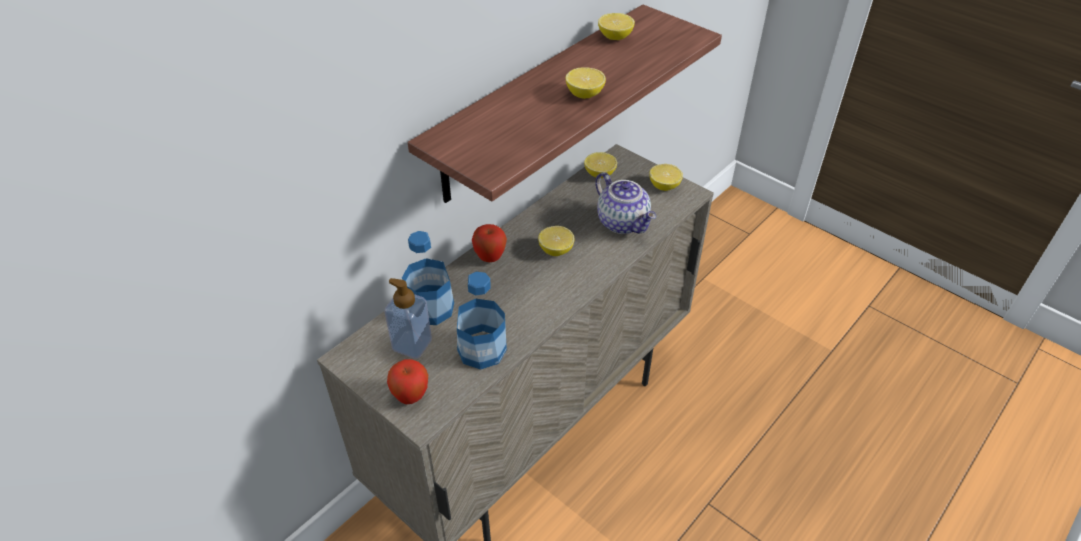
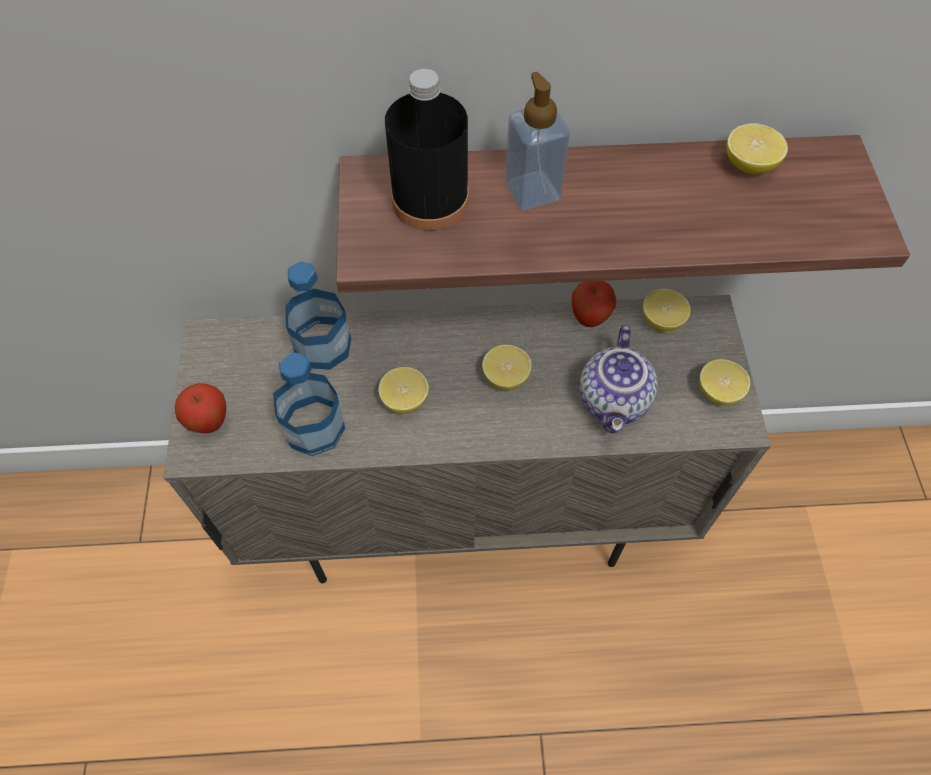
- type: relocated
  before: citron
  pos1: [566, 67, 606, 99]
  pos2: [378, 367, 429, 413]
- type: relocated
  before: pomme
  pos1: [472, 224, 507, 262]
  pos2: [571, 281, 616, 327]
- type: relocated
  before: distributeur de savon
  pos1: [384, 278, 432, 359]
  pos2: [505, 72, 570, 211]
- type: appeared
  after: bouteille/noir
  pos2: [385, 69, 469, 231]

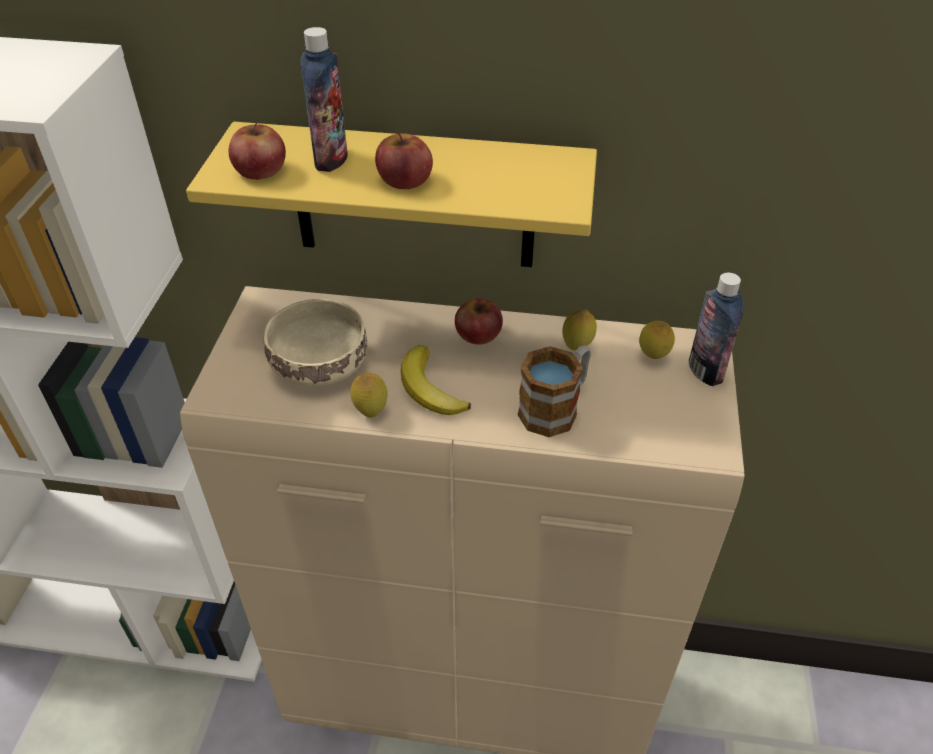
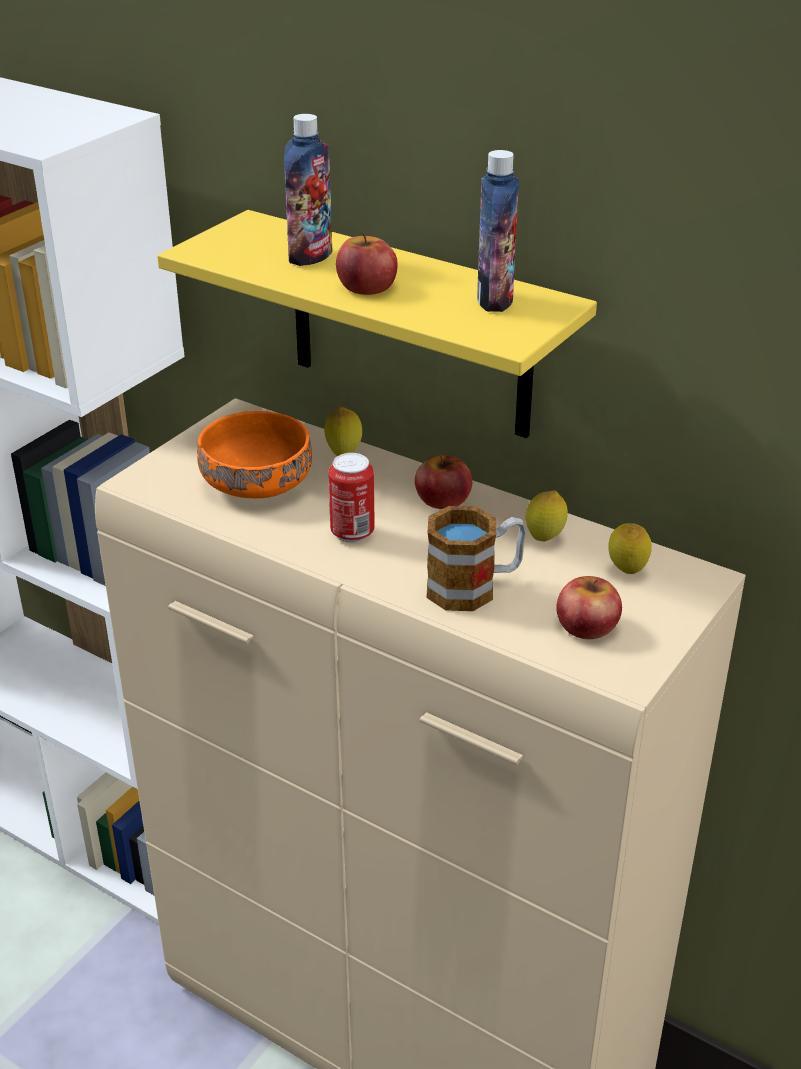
- type: relocated
  before: pomme
  pos1: [228, 123, 286, 180]
  pos2: [556, 576, 622, 639]
- type: relocated
  before: bouteille
  pos1: [689, 273, 744, 386]
  pos2: [477, 150, 519, 312]
- type: colour
  before: bol/beige
  after: bol/orange
  pos1: [264, 299, 367, 386]
  pos2: [197, 411, 312, 498]
- type: exchanged
  before: banane
  after: boîte métallique
  pos1: [400, 345, 471, 415]
  pos2: [328, 453, 375, 543]
- type: relocated
  before: citron
  pos1: [350, 373, 388, 418]
  pos2: [324, 406, 362, 456]

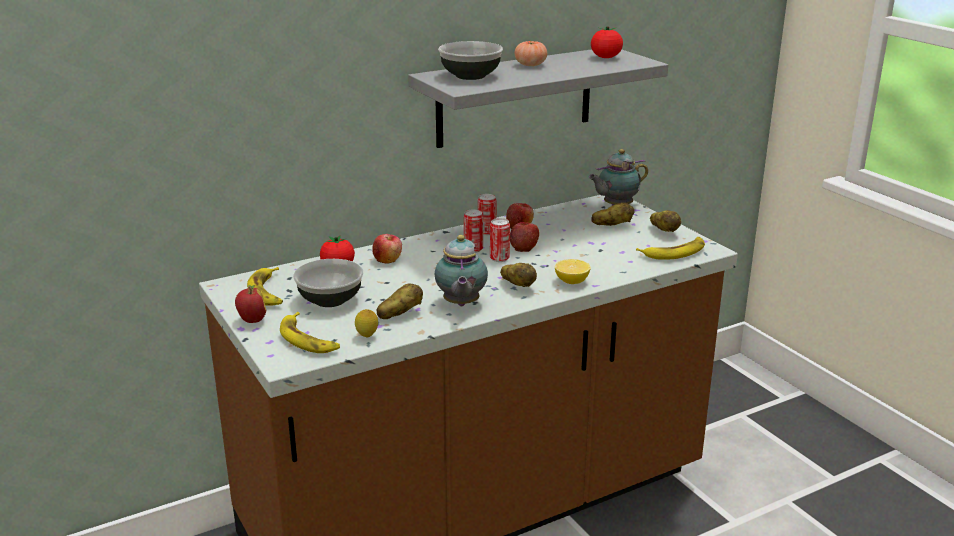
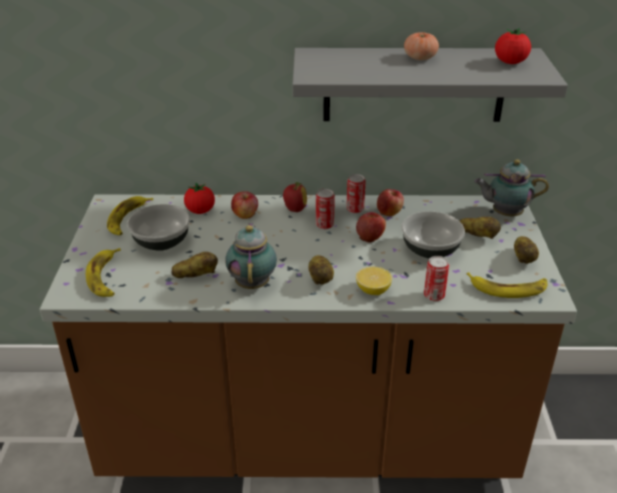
- type: relocated
  before: bol
  pos1: [438, 41, 503, 80]
  pos2: [402, 211, 465, 259]
- type: relocated
  before: boîte métallique
  pos1: [490, 218, 510, 262]
  pos2: [424, 256, 449, 301]
- type: spun
  before: théière
  pos1: [434, 235, 488, 306]
  pos2: [225, 223, 277, 289]
  turn: 150
- type: relocated
  before: pomme
  pos1: [235, 285, 266, 323]
  pos2: [283, 182, 307, 212]
- type: missing
  before: citron
  pos1: [355, 309, 378, 337]

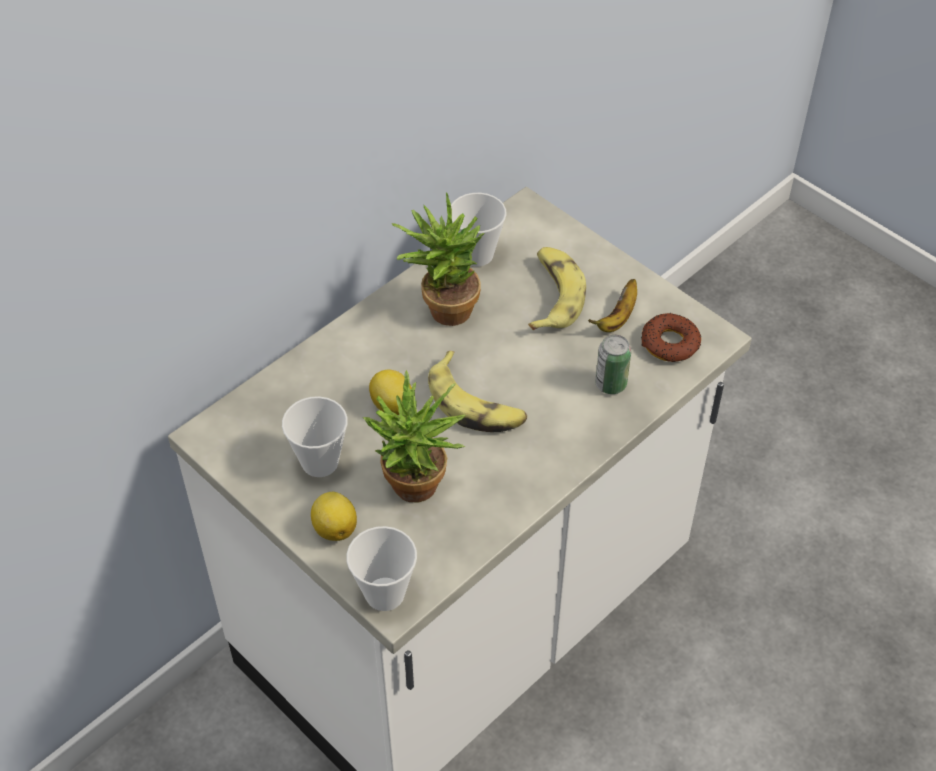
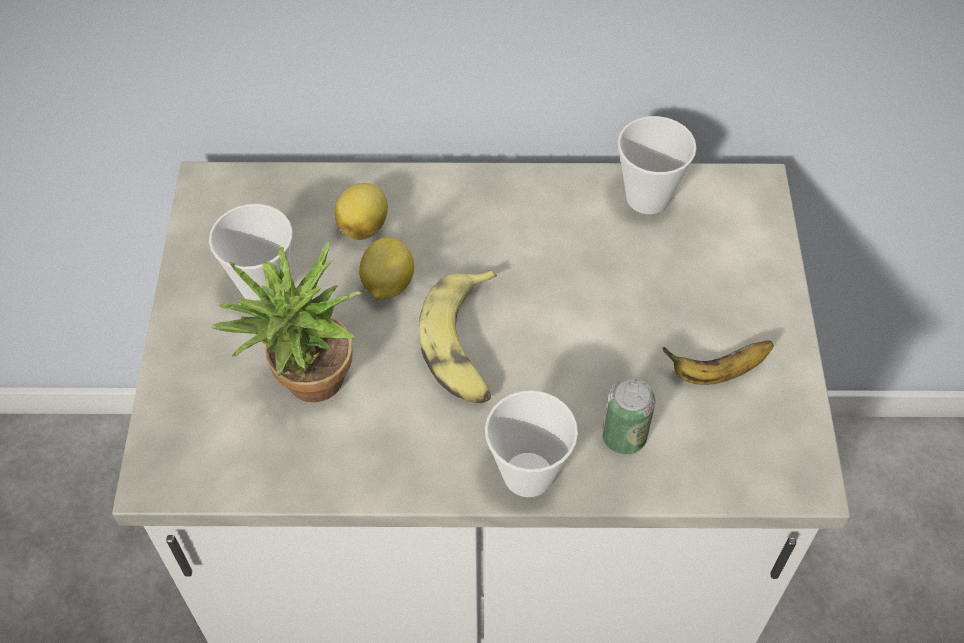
- type: missing
  before: plante en pot
  pos1: [392, 192, 485, 326]
- type: missing
  before: banane
  pos1: [528, 247, 586, 330]
- type: missing
  before: beignet
  pos1: [641, 313, 701, 362]
- type: relocated
  before: citron
  pos1: [311, 492, 357, 541]
  pos2: [334, 183, 388, 240]
- type: relocated
  before: tasse
  pos1: [346, 526, 417, 611]
  pos2: [485, 390, 578, 497]

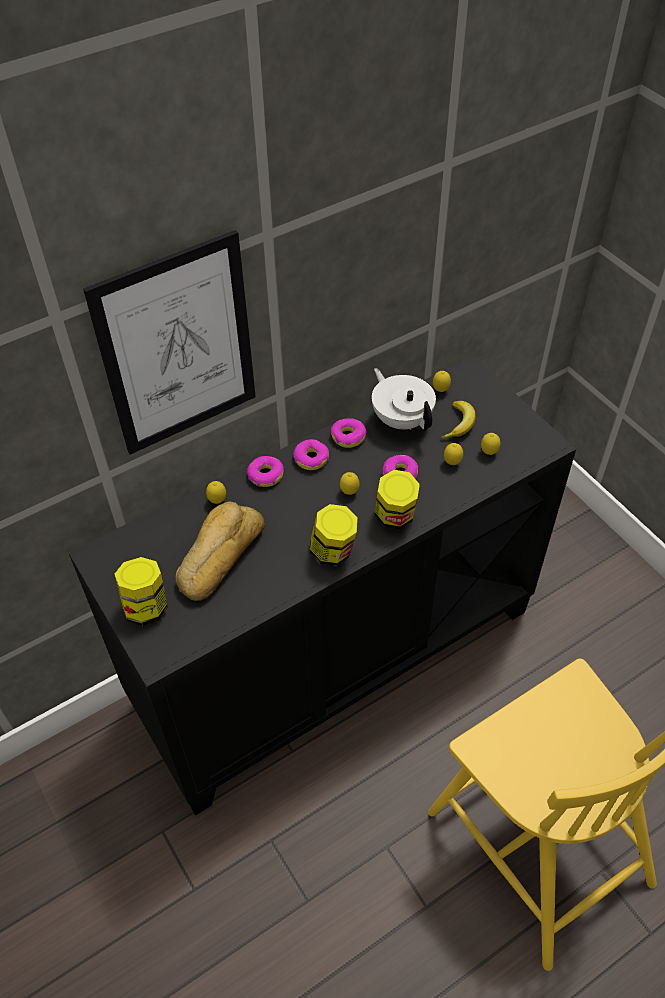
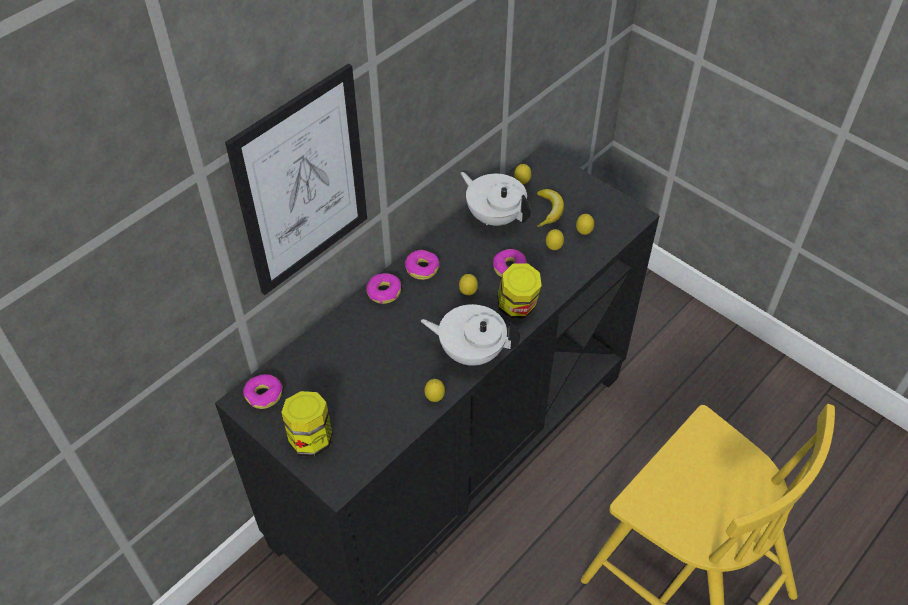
- type: relocated
  before: beignet
  pos1: [331, 418, 367, 448]
  pos2: [243, 374, 283, 409]
- type: relocated
  before: citron
  pos1: [206, 481, 226, 504]
  pos2: [424, 379, 445, 402]
- type: missing
  before: pain
  pos1: [176, 502, 265, 601]
- type: exchanged
  before: bocal
  after: théière/blanc
  pos1: [309, 504, 358, 566]
  pos2: [421, 304, 520, 366]

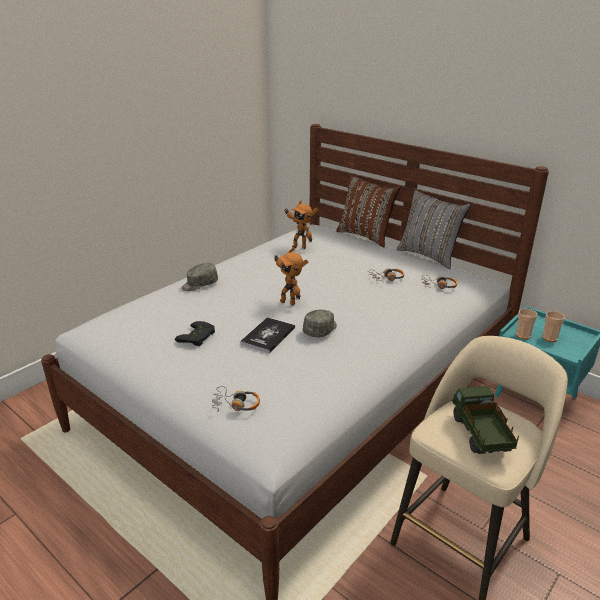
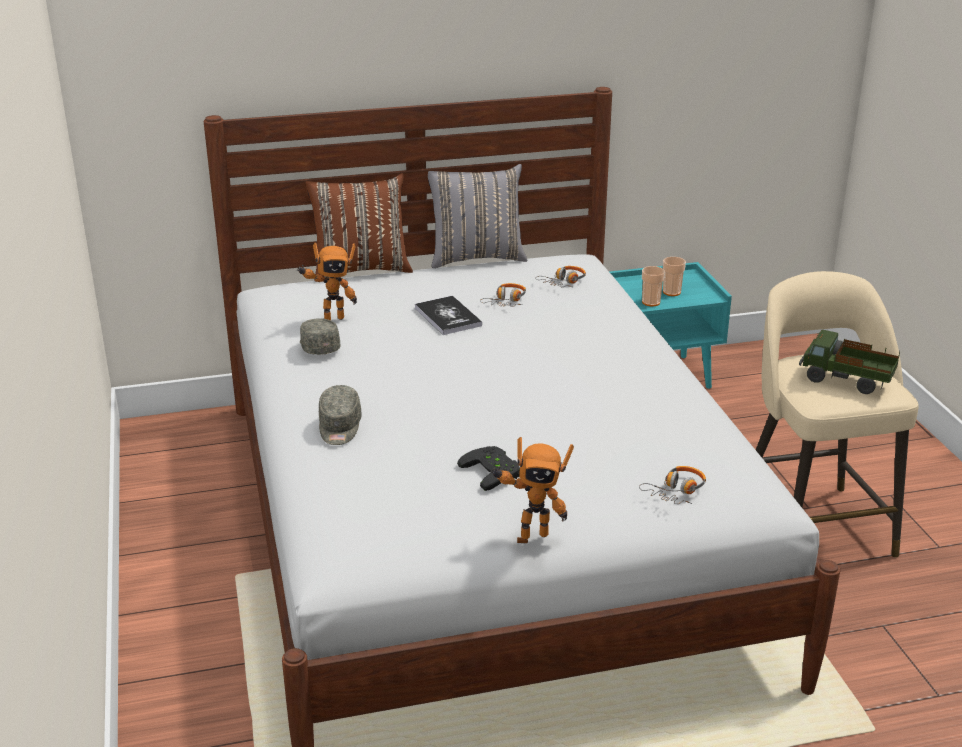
- type: relocated
  before: robot jouet
  pos1: [274, 247, 308, 306]
  pos2: [490, 437, 574, 543]
- type: relocated
  before: casquette/gris
  pos1: [303, 310, 337, 338]
  pos2: [300, 318, 341, 355]
- type: relocated
  before: livre
  pos1: [240, 317, 295, 353]
  pos2: [415, 296, 482, 335]

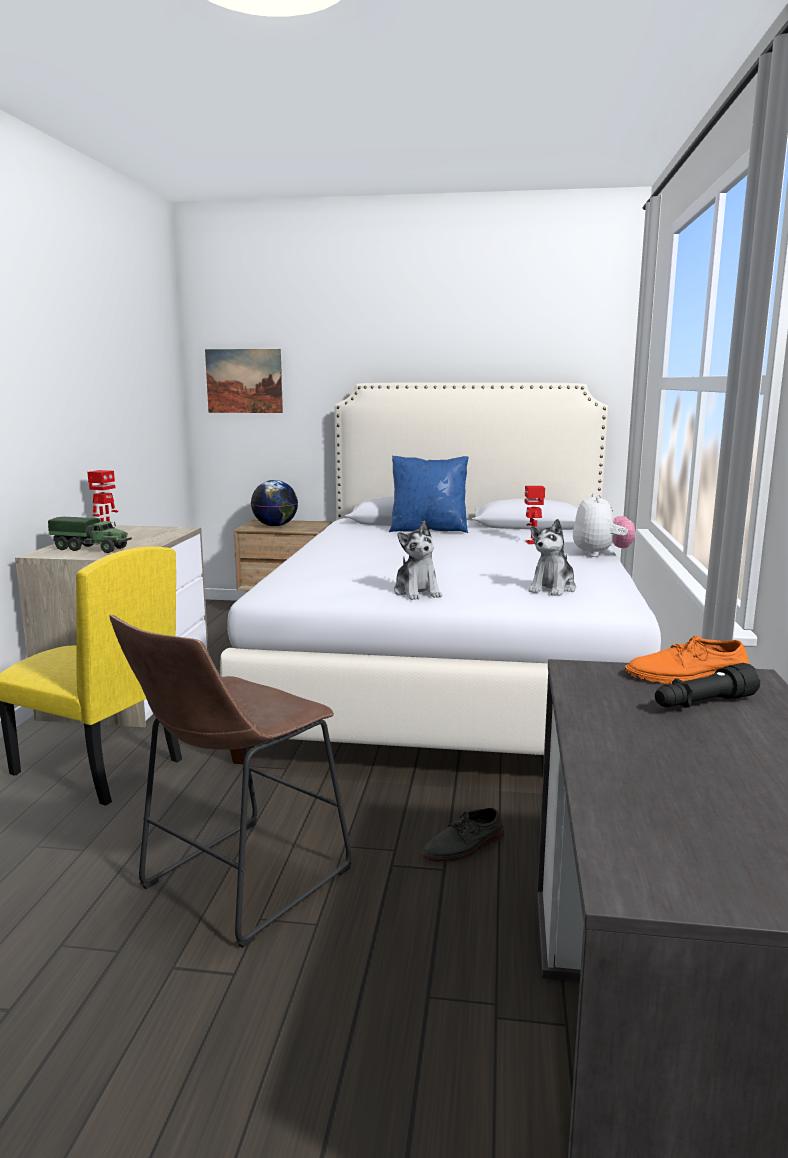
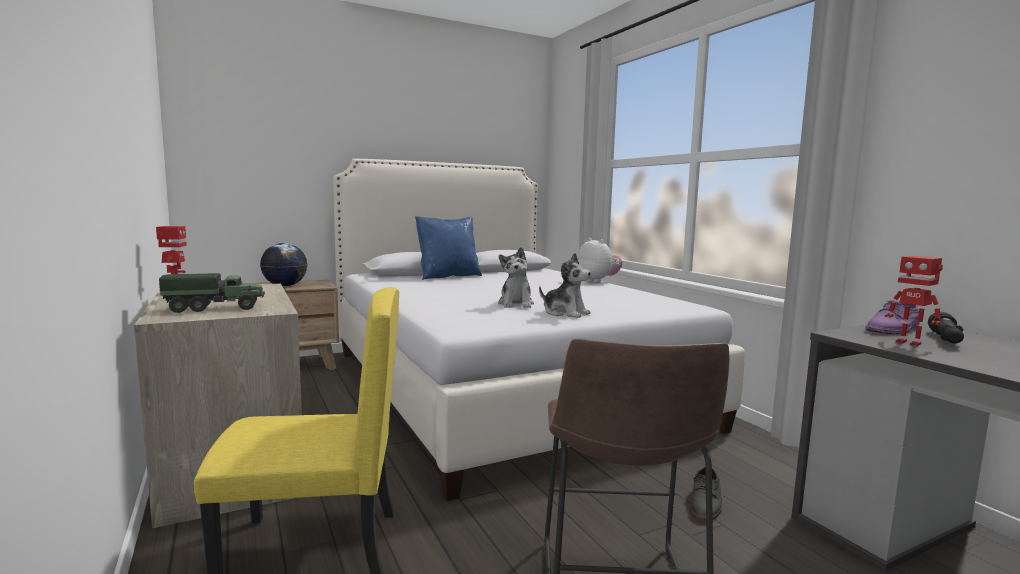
- type: missing
  before: tableau
  pos1: [205, 349, 283, 413]
- type: relocated
  before: robot jouet
  pos1: [524, 486, 545, 544]
  pos2: [885, 256, 943, 346]
- type: relocated
  before: peluche
  pos1: [528, 519, 576, 596]
  pos2: [498, 247, 534, 308]
- type: colour
  before: chaussure/orange
  after: chaussure/violet
  pos1: [625, 635, 749, 684]
  pos2: [865, 300, 920, 334]

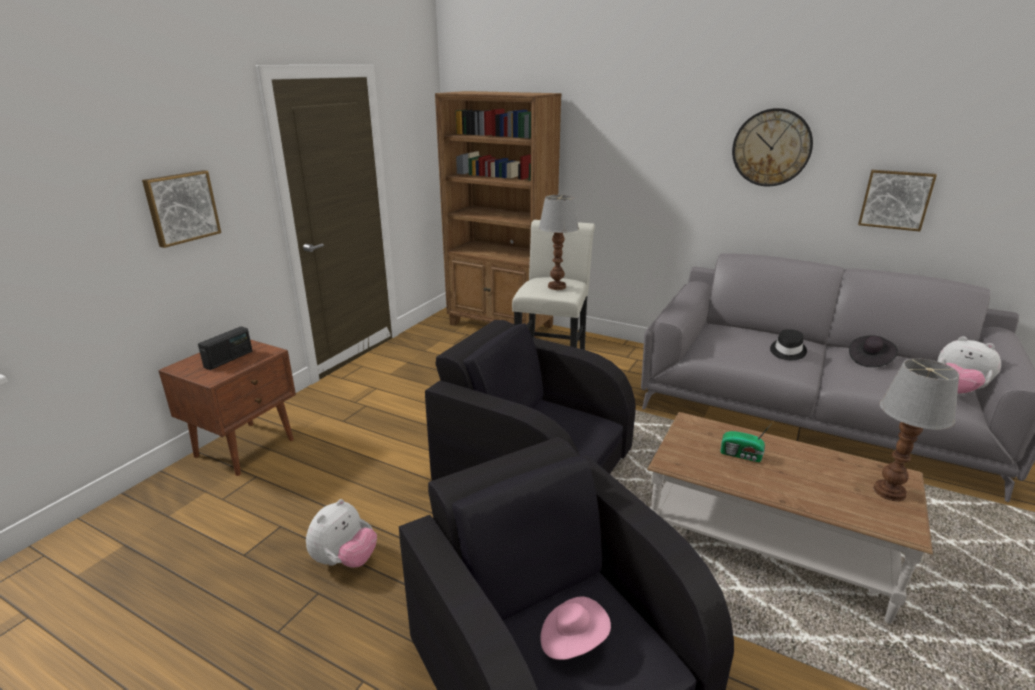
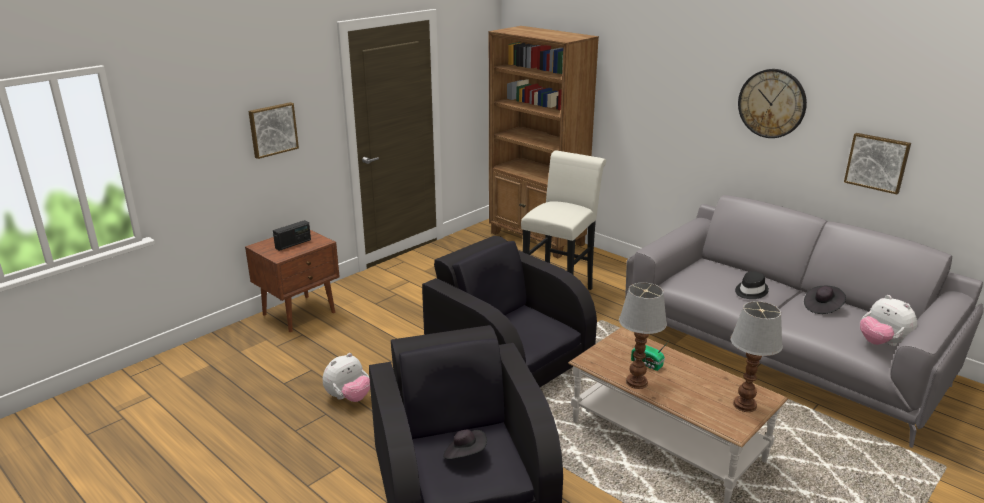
- type: relocated
  before: lampe de table
  pos1: [539, 195, 579, 290]
  pos2: [619, 282, 667, 389]
- type: colour
  before: chapeau/rose
  after: chapeau/noir
  pos1: [540, 597, 611, 660]
  pos2: [443, 430, 487, 459]

